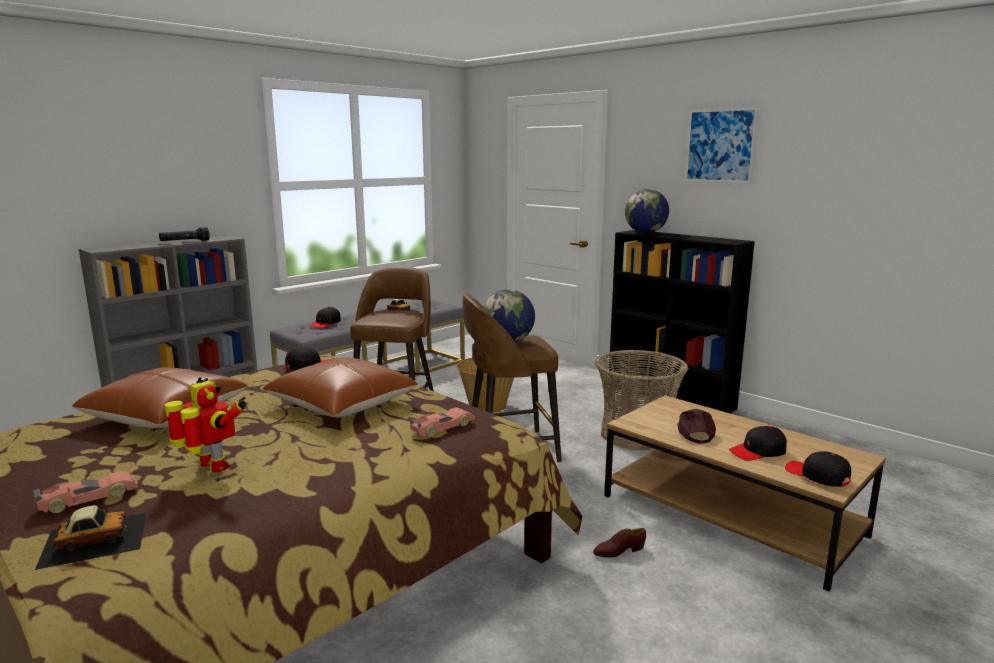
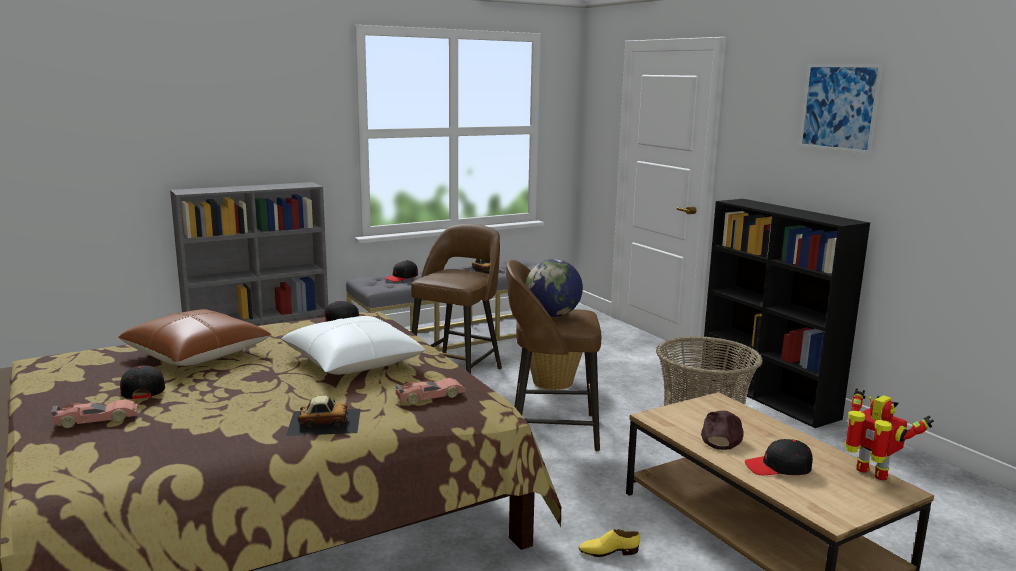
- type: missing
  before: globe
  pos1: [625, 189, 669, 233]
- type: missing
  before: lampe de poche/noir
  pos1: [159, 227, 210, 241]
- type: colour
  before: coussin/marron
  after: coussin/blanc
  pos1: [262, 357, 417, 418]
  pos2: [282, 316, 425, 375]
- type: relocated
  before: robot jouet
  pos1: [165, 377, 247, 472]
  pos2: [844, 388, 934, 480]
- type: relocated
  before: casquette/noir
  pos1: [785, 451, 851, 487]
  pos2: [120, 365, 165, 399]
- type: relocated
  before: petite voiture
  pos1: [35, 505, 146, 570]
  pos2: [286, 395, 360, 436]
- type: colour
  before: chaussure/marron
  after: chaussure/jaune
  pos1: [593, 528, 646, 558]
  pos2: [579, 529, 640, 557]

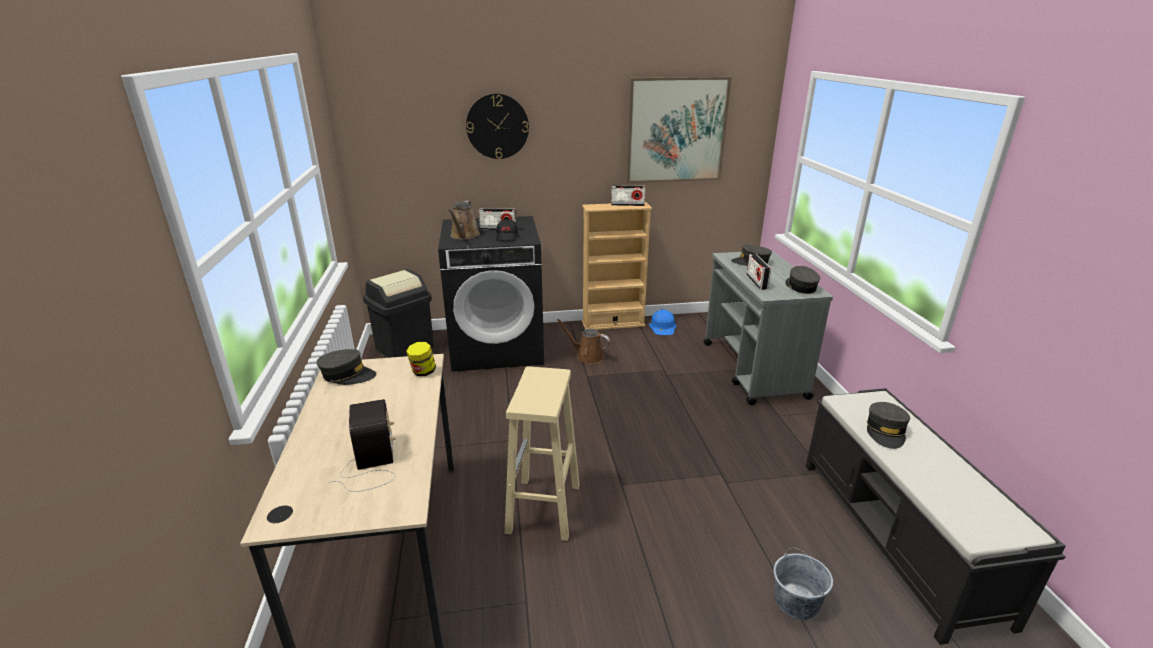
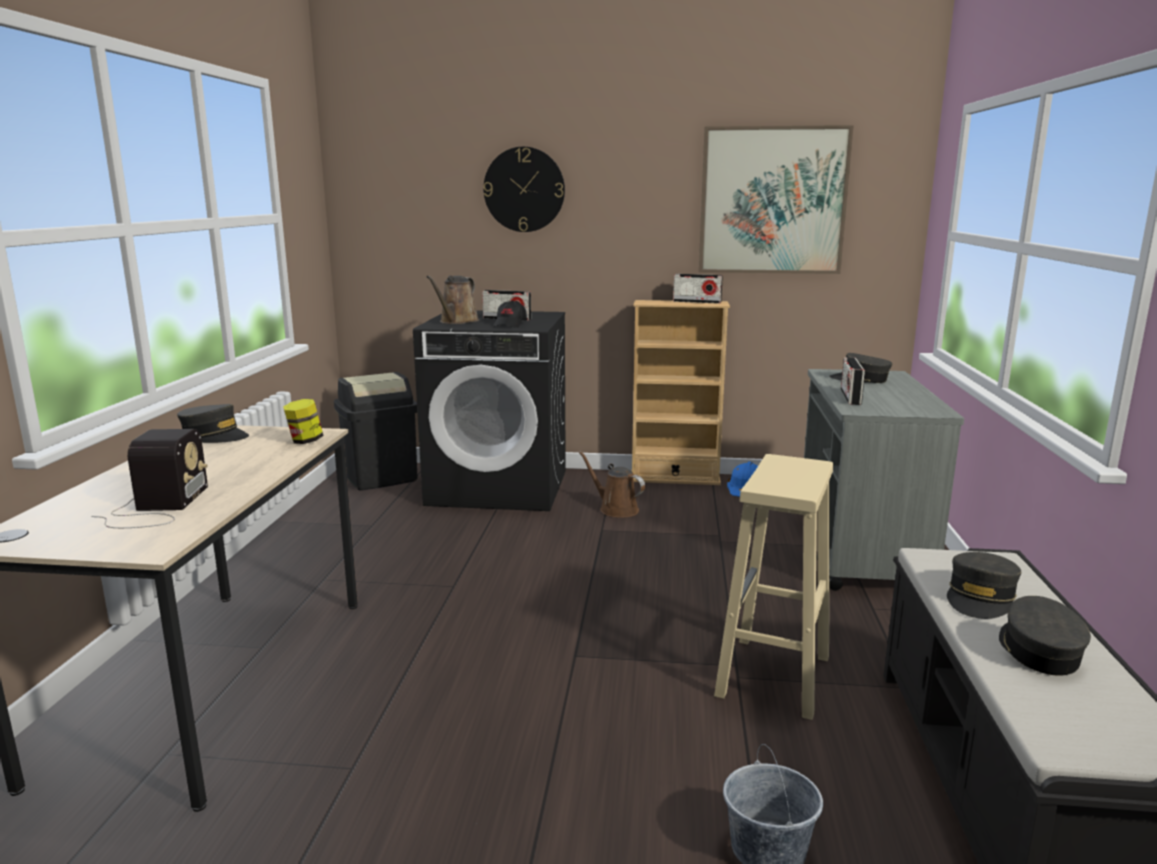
- type: relocated
  before: casquette/gris
  pos1: [786, 266, 820, 294]
  pos2: [999, 596, 1091, 676]
- type: relocated
  before: tabouret/beige
  pos1: [505, 366, 580, 541]
  pos2: [714, 454, 833, 720]

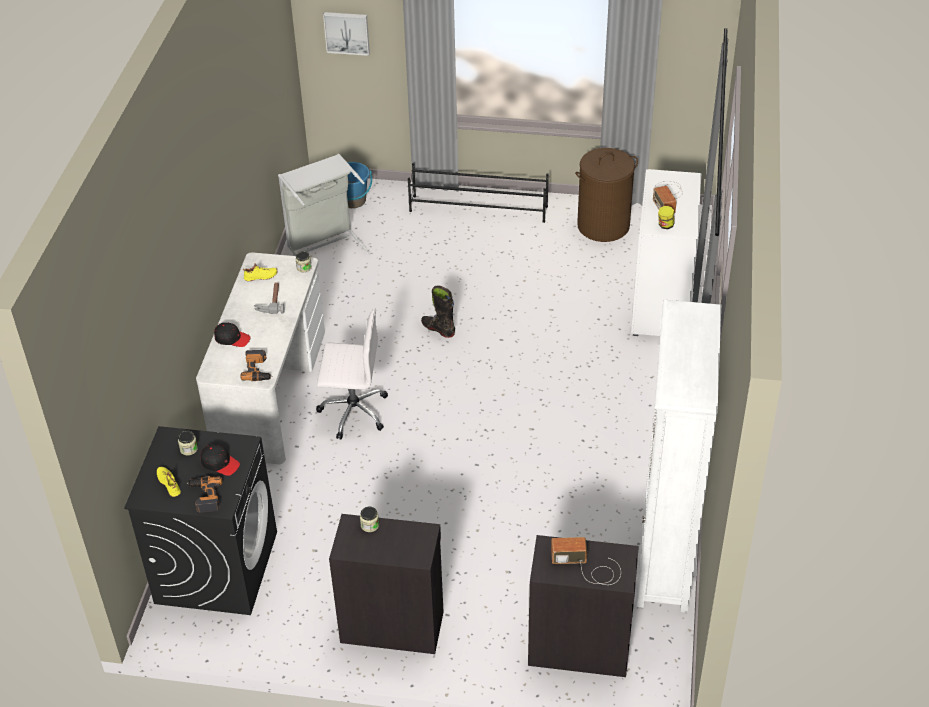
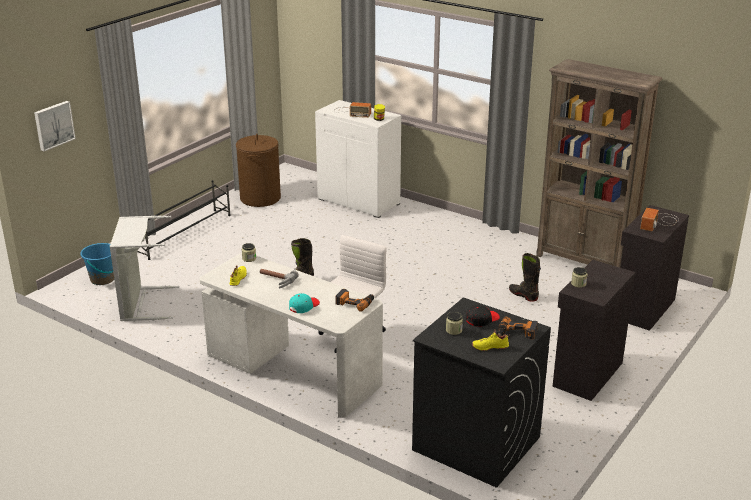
- type: colour
  before: bibliothèque/blanc
  after: bibliothèque/marron
  pos1: [636, 300, 721, 613]
  pos2: [536, 59, 662, 268]
- type: colour
  before: casquette/noir
  after: casquette/turquoise
  pos1: [214, 323, 251, 347]
  pos2: [289, 293, 320, 313]
- type: appeared
  after: botte/noir
  pos2: [509, 253, 541, 302]

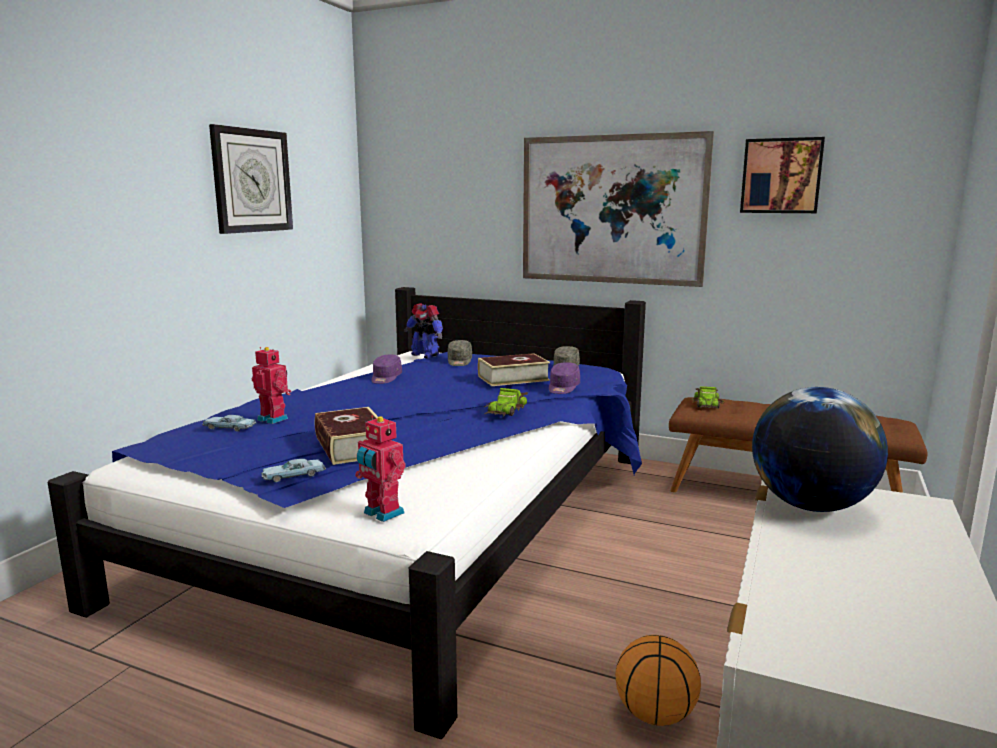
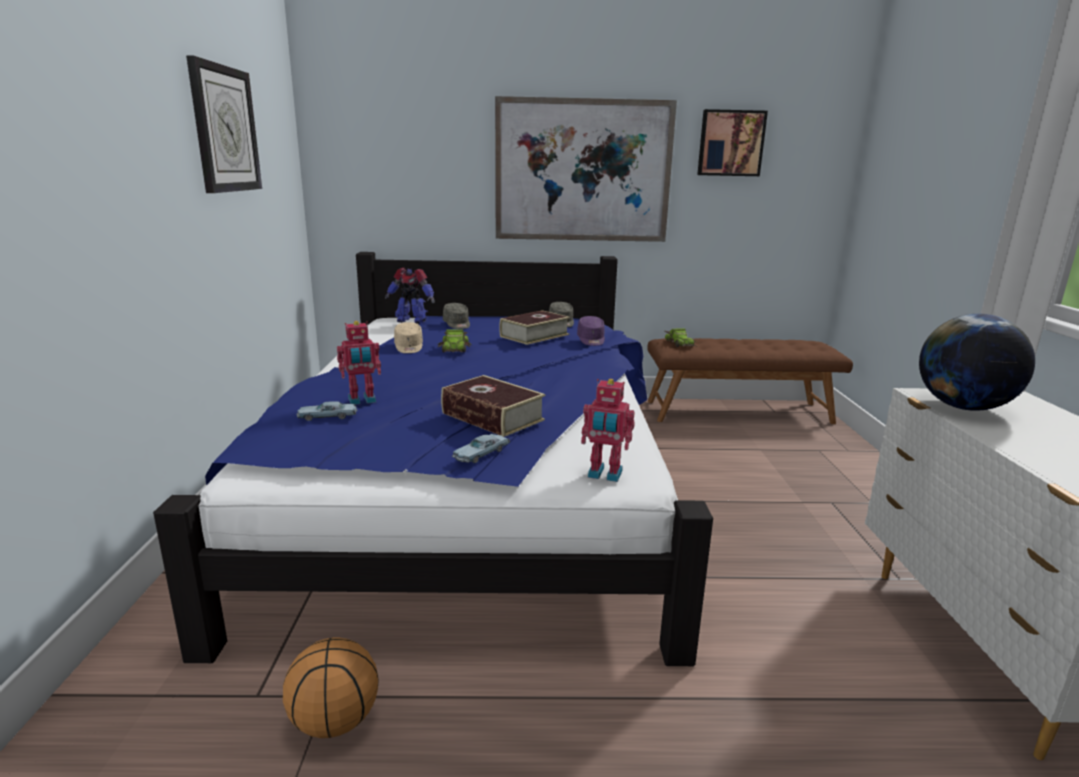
- type: spun
  before: robot jouet
  pos1: [252, 347, 291, 424]
  pos2: [337, 321, 381, 405]
  turn: 150
- type: colour
  before: casquette/violet
  after: casquette/beige
  pos1: [372, 355, 402, 384]
  pos2: [394, 322, 423, 353]
- type: relocated
  before: petite voiture
  pos1: [484, 388, 528, 416]
  pos2: [437, 329, 472, 353]
- type: relocated
  before: ballon de basket
  pos1: [615, 635, 701, 726]
  pos2: [283, 637, 379, 738]

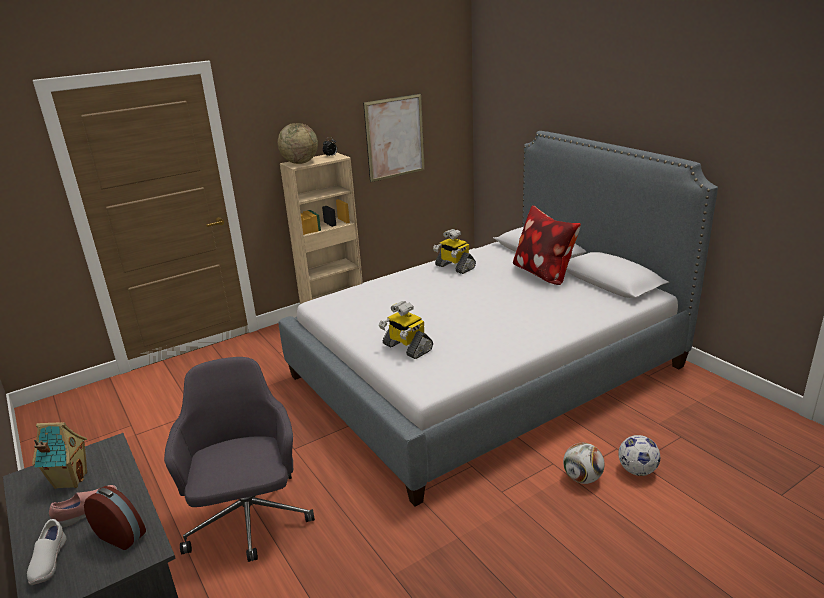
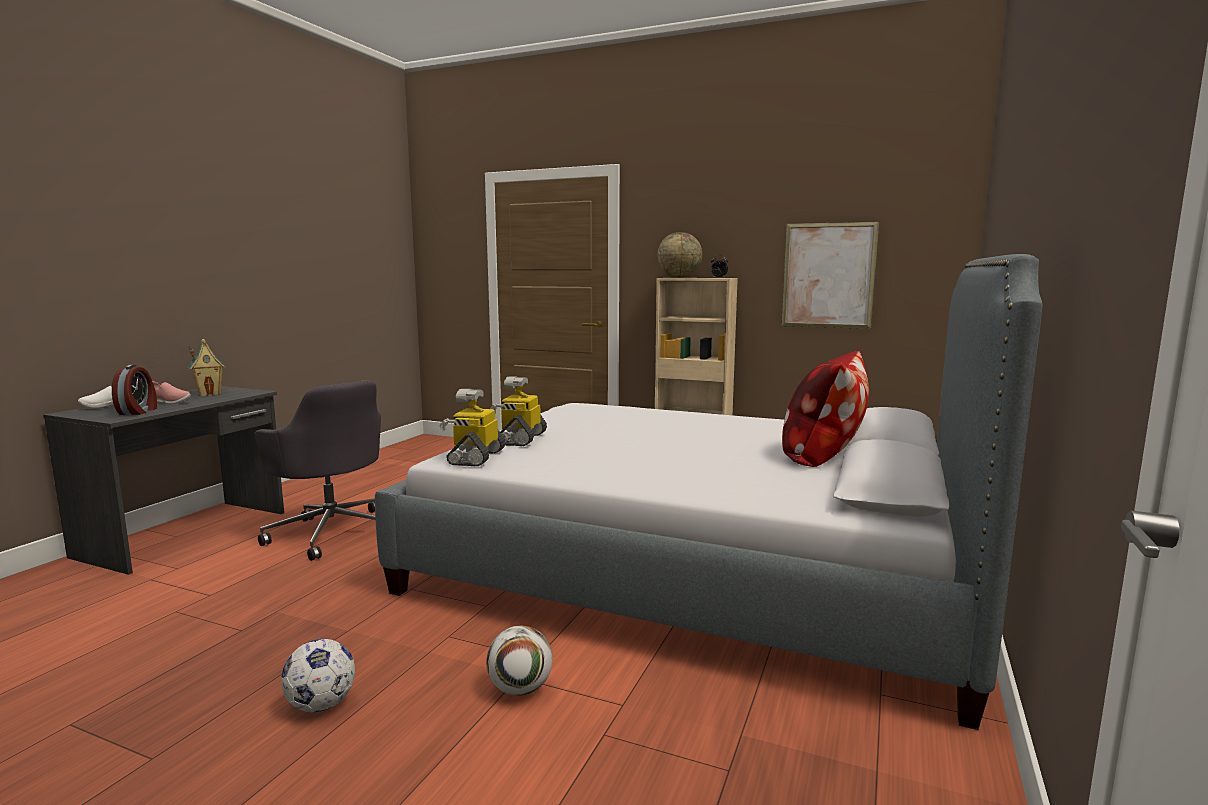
- type: relocated
  before: robot jouet
  pos1: [433, 229, 476, 274]
  pos2: [440, 389, 506, 466]
- type: spun
  before: chaise de bureau/gris
  pos1: [164, 357, 315, 562]
  pos2: [254, 380, 381, 561]
  turn: 90
- type: relocated
  before: ballon de foot
  pos1: [618, 435, 660, 476]
  pos2: [281, 639, 355, 713]

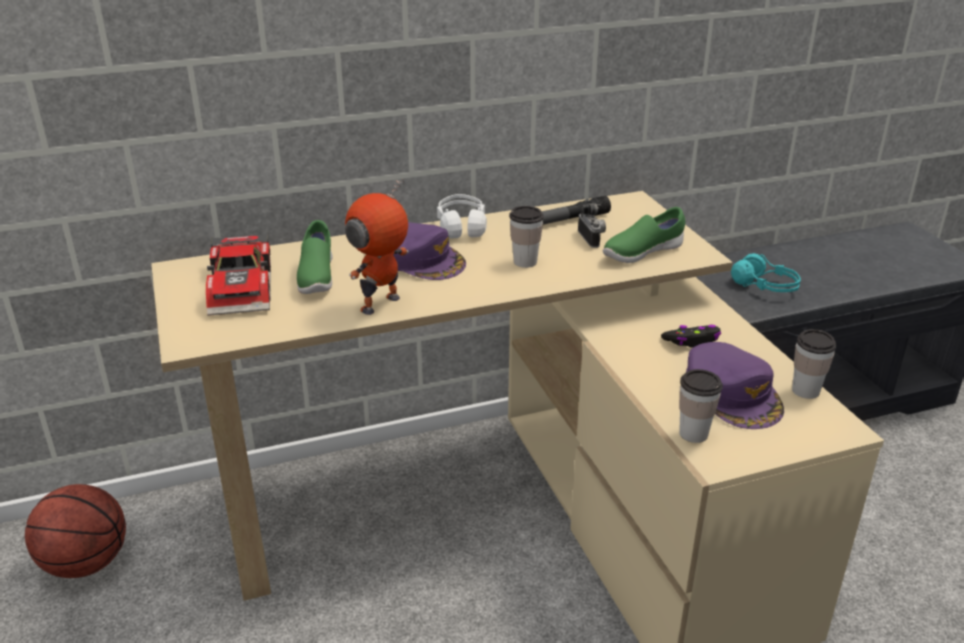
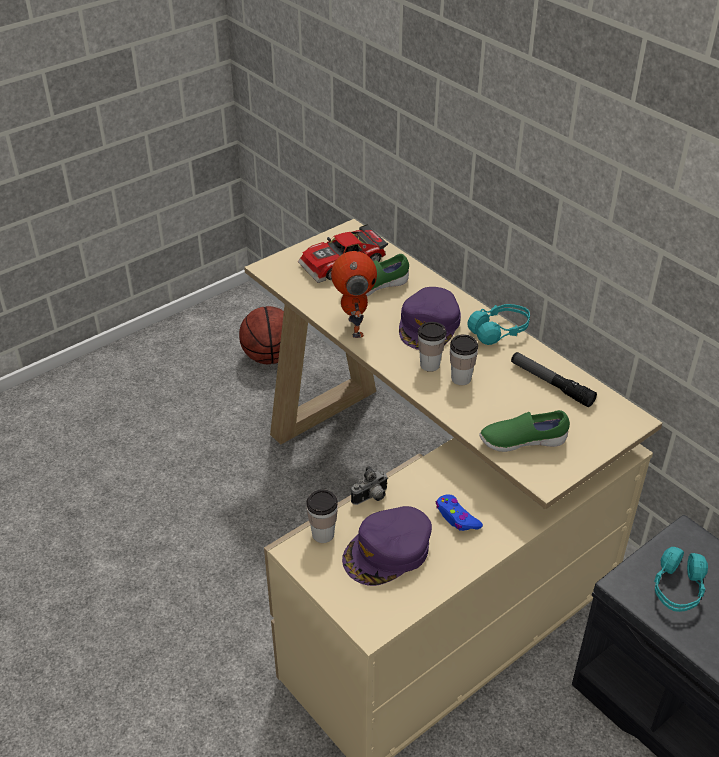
- type: spun
  before: robot jouet
  pos1: [345, 179, 409, 315]
  pos2: [331, 251, 377, 338]
  turn: 60
- type: colour
  before: casque audio/blanc
  after: casque audio/turquoise
  pos1: [437, 194, 487, 238]
  pos2: [467, 304, 530, 345]
- type: relocated
  before: appareil photo
  pos1: [578, 203, 606, 248]
  pos2: [351, 466, 388, 505]
- type: spun
  before: chaussure/vert
  pos1: [603, 207, 685, 263]
  pos2: [479, 410, 570, 452]
  turn: -45
- type: colour
  before: manette/noir
  after: manette/bleu
  pos1: [661, 325, 721, 348]
  pos2: [436, 494, 483, 531]
- type: relocated
  before: tasse
  pos1: [792, 329, 836, 399]
  pos2: [418, 322, 447, 372]

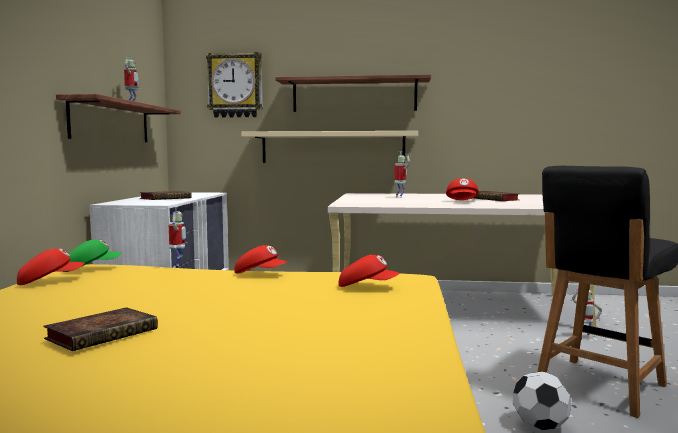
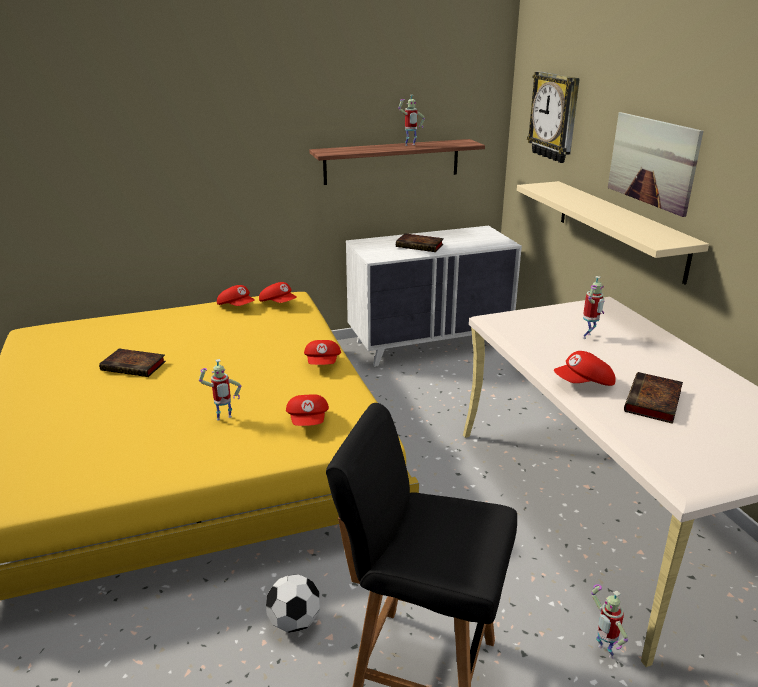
- type: exchanged
  before: étagère
  after: tableau
  pos1: [275, 74, 431, 112]
  pos2: [608, 112, 704, 217]
- type: relocated
  before: robot jouet
  pos1: [169, 207, 187, 268]
  pos2: [199, 359, 241, 421]
- type: colour
  before: casquette/vert
  after: casquette/rouge
  pos1: [63, 239, 122, 272]
  pos2: [259, 282, 297, 303]

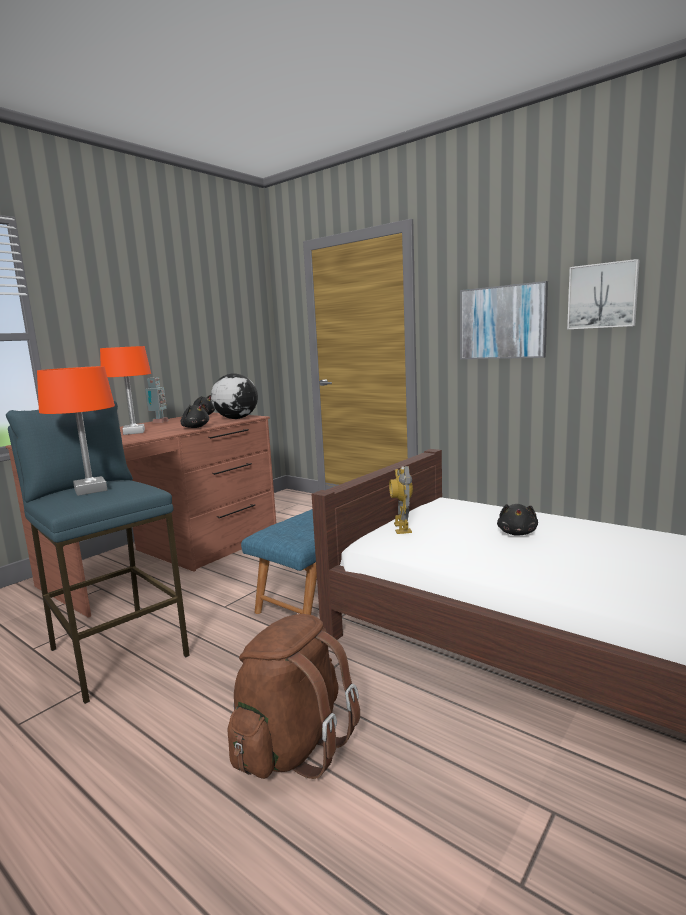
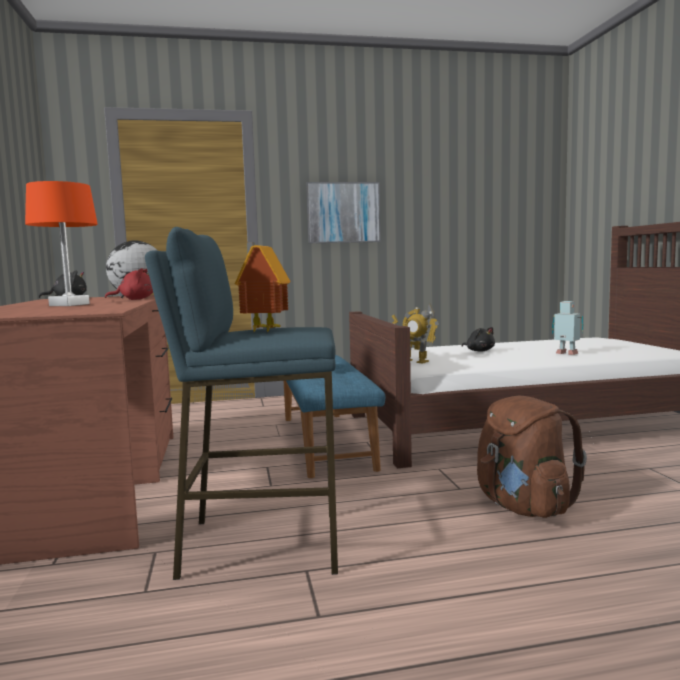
- type: missing
  before: tableau
  pos1: [567, 259, 640, 329]
- type: exchanged
  before: lampe de table/orange
  after: maison miniature
  pos1: [37, 366, 115, 496]
  pos2: [235, 242, 291, 333]
- type: relocated
  before: robot jouet
  pos1: [145, 377, 169, 423]
  pos2: [552, 301, 583, 355]
- type: colour
  before: peluche/noir
  after: peluche/rouge
  pos1: [181, 403, 209, 428]
  pos2: [105, 268, 153, 300]

